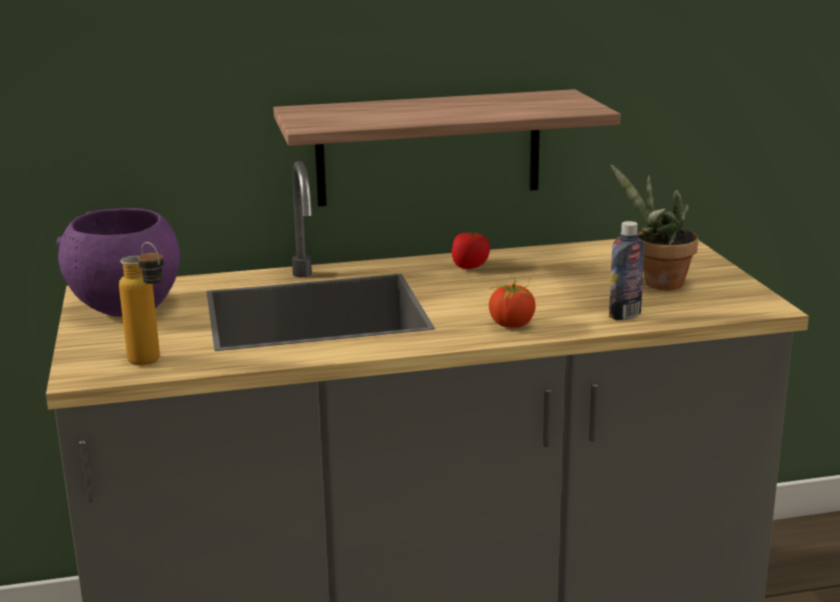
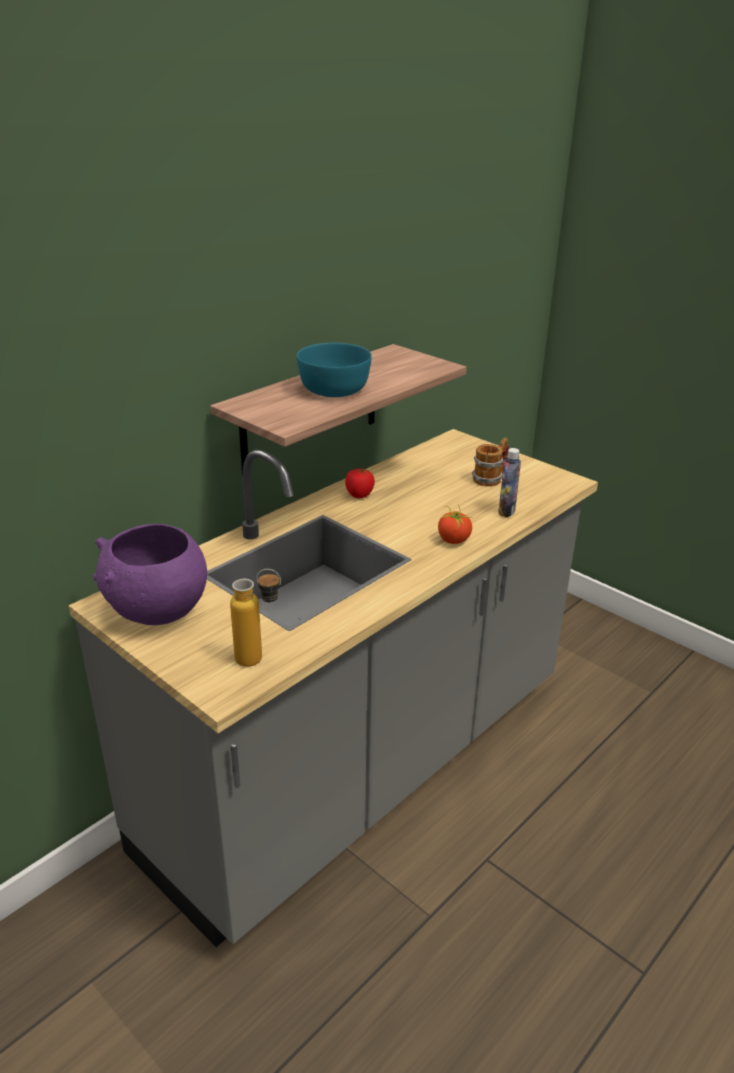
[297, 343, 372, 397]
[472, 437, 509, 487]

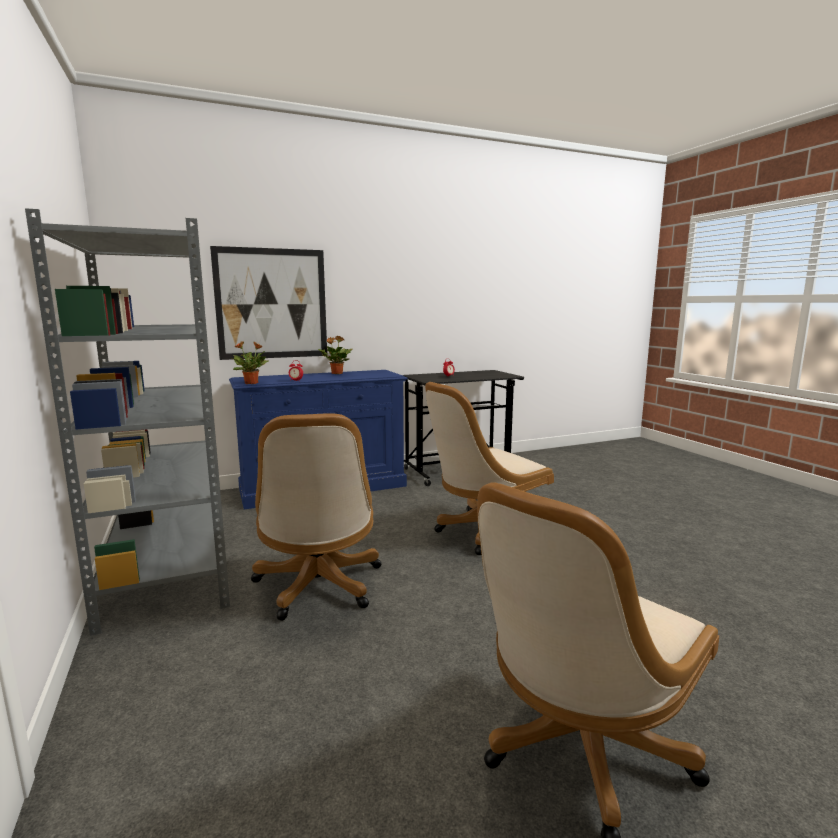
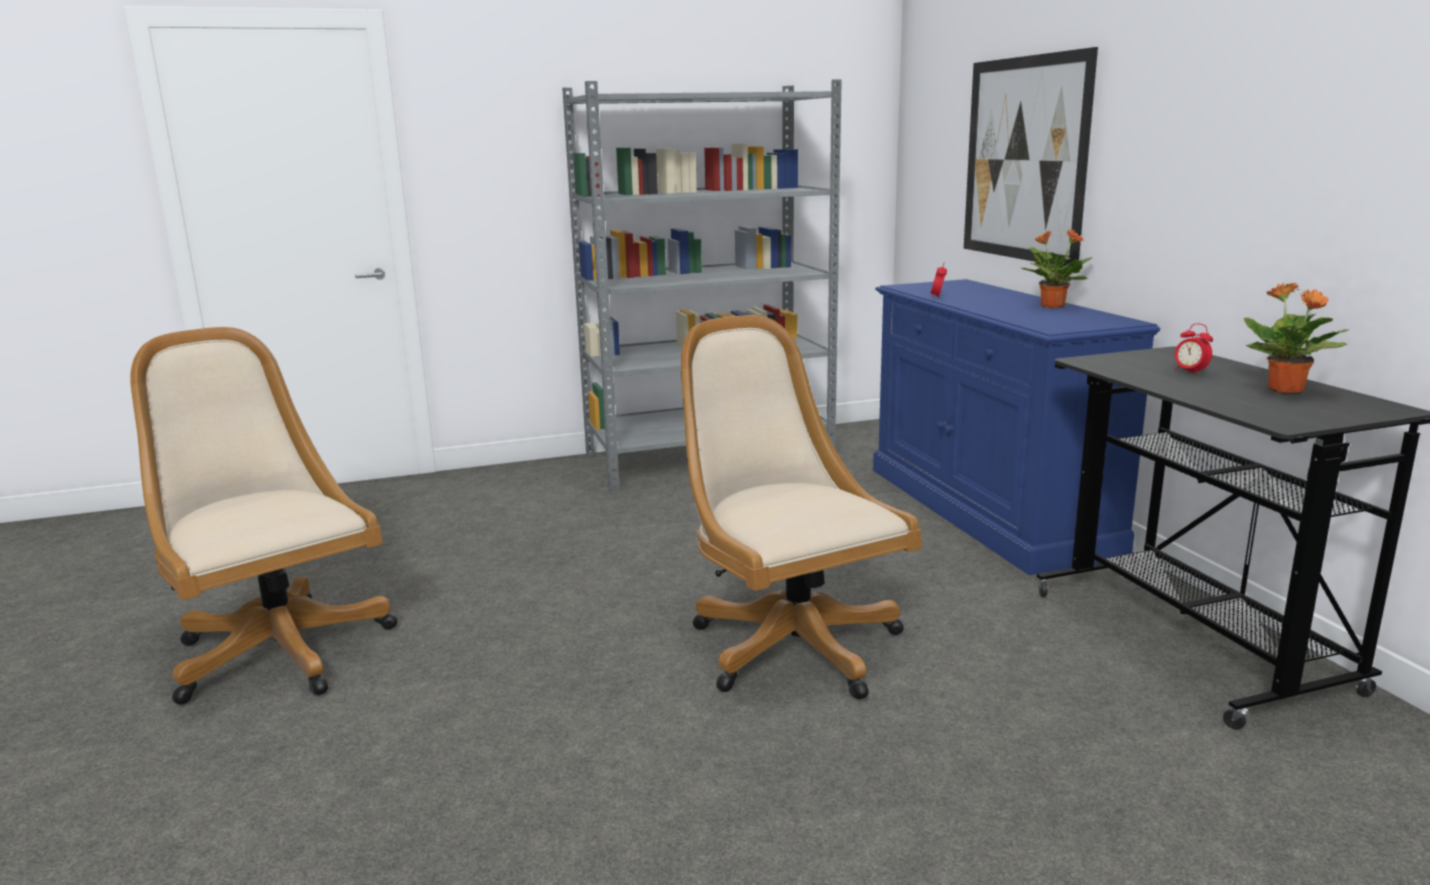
[251, 413, 381, 621] (first image)
[1244, 283, 1350, 393]

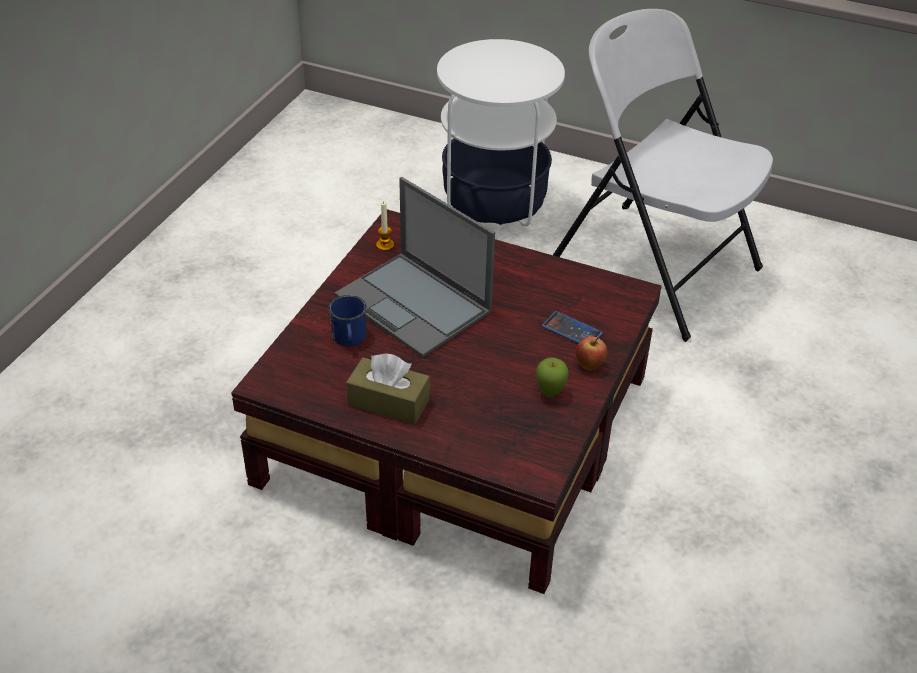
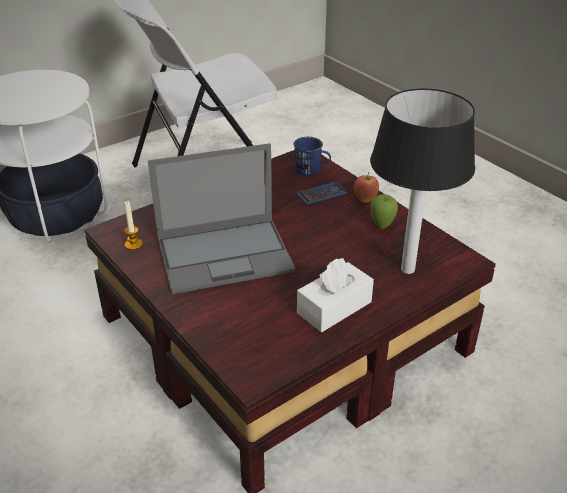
[370, 88, 475, 274]
[293, 137, 331, 176]
[297, 258, 374, 332]

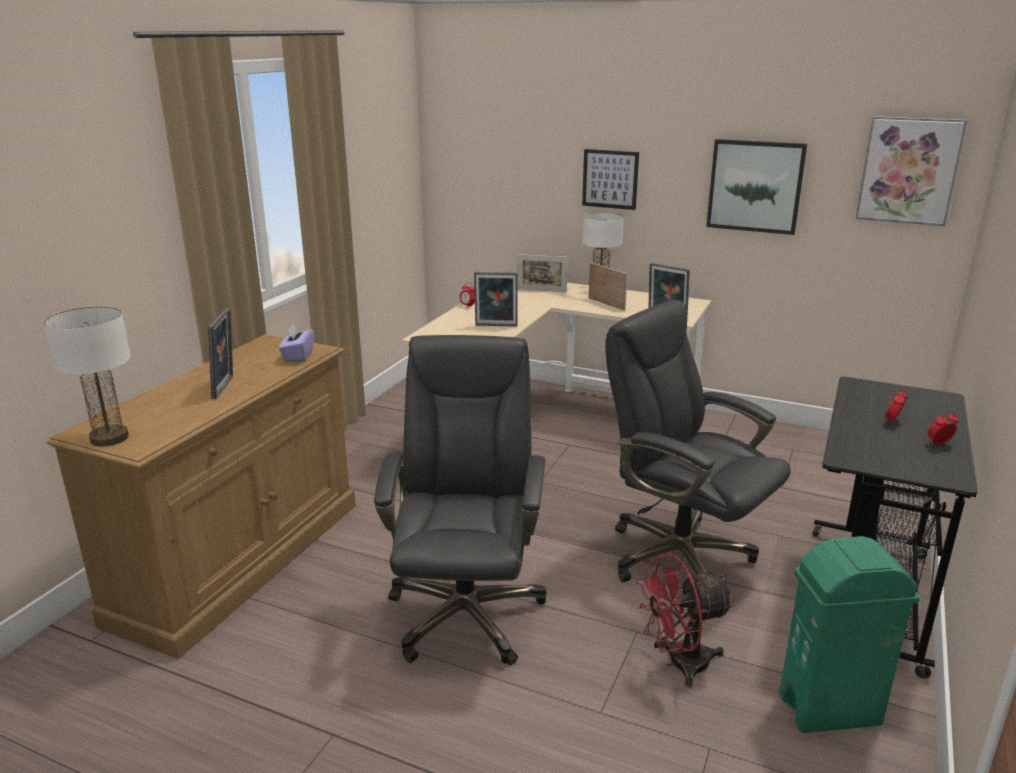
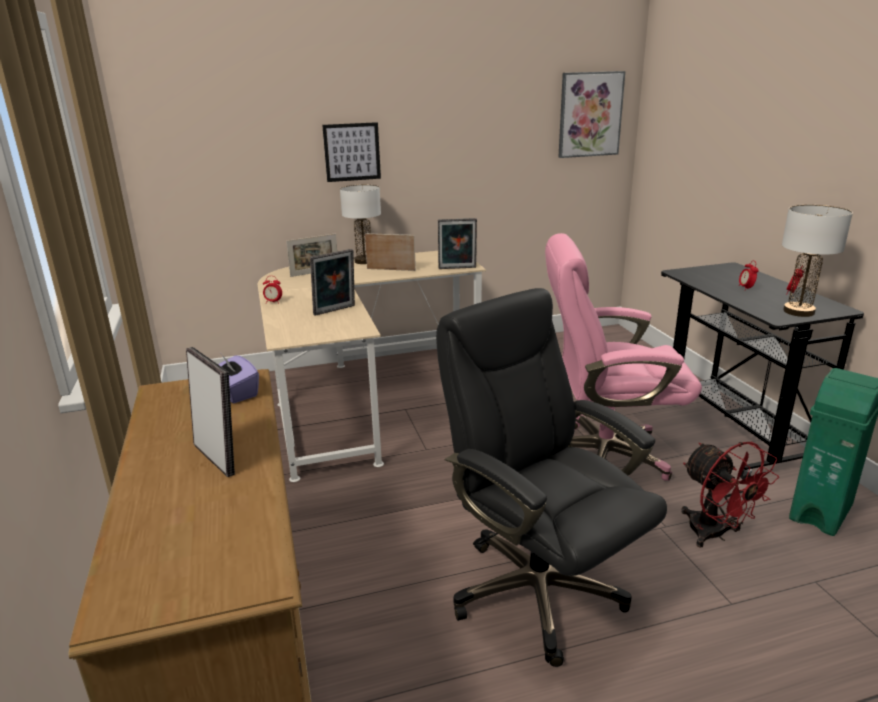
[706, 139, 807, 235] (first image)
[782, 205, 853, 317]
[545, 233, 702, 481]
[681, 442, 779, 547]

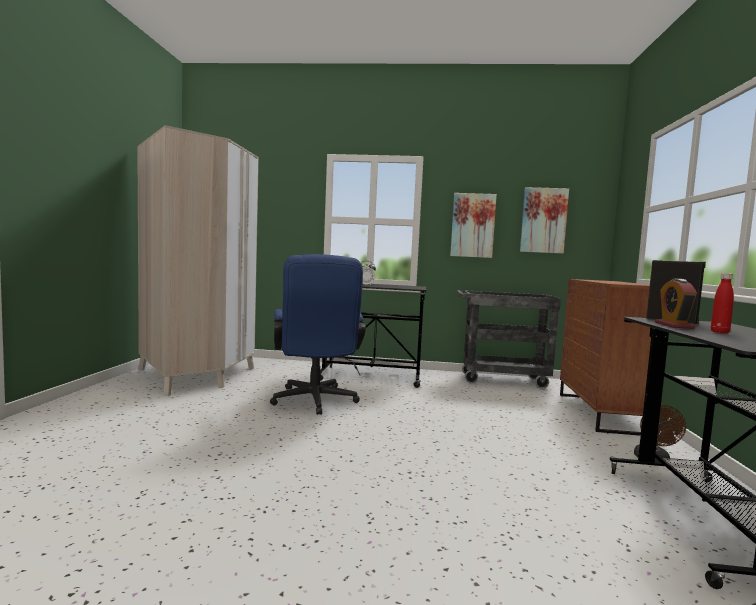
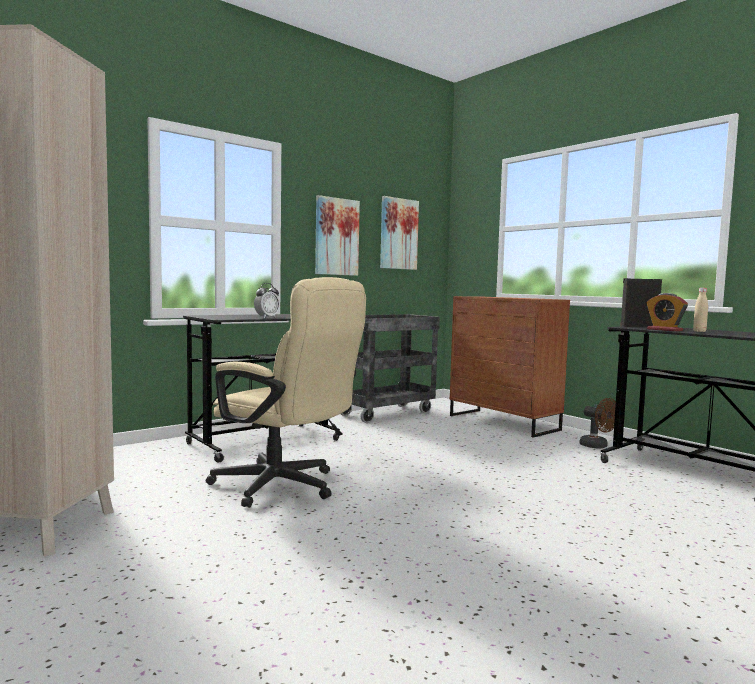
[206, 277, 366, 508]
[693, 288, 708, 332]

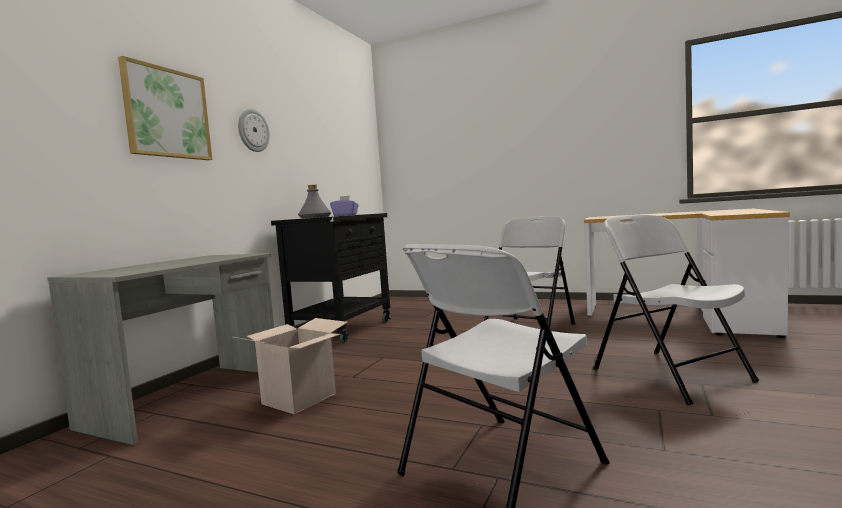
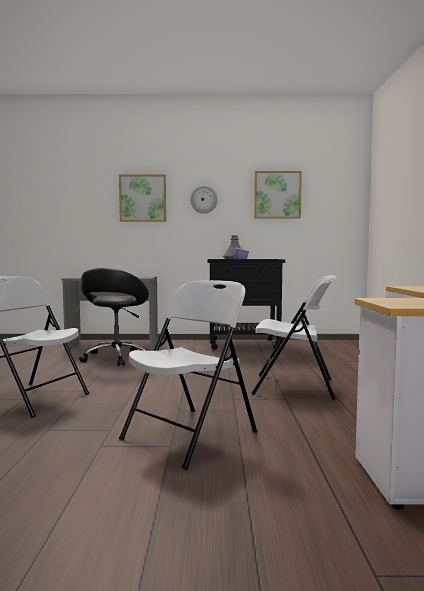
[254, 171, 302, 219]
[79, 267, 149, 366]

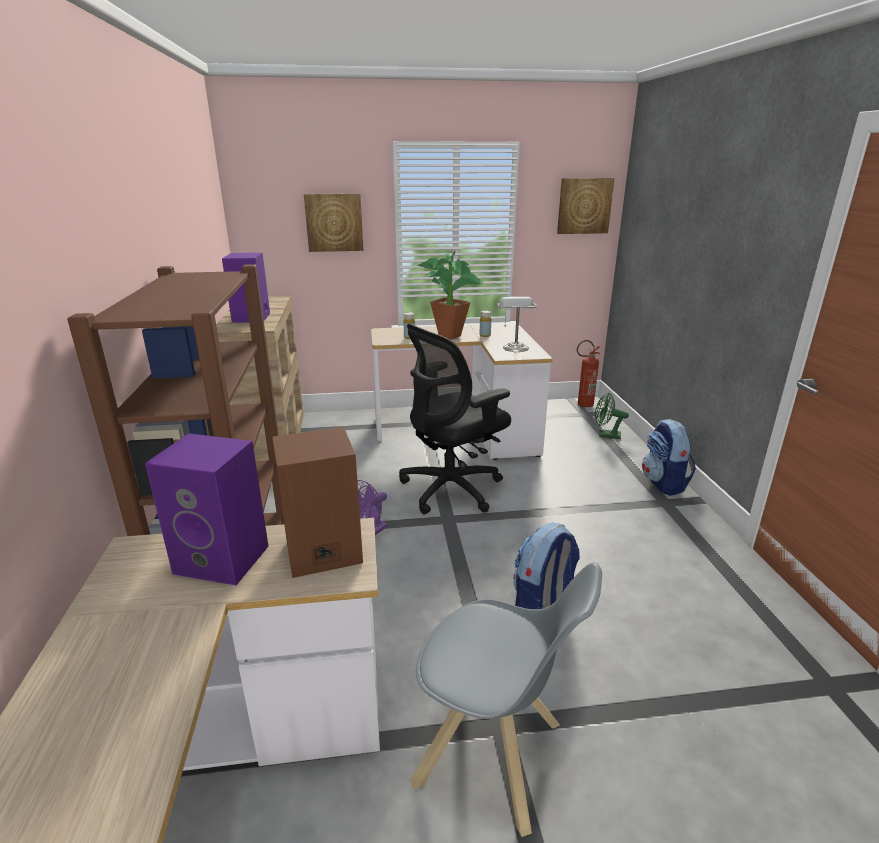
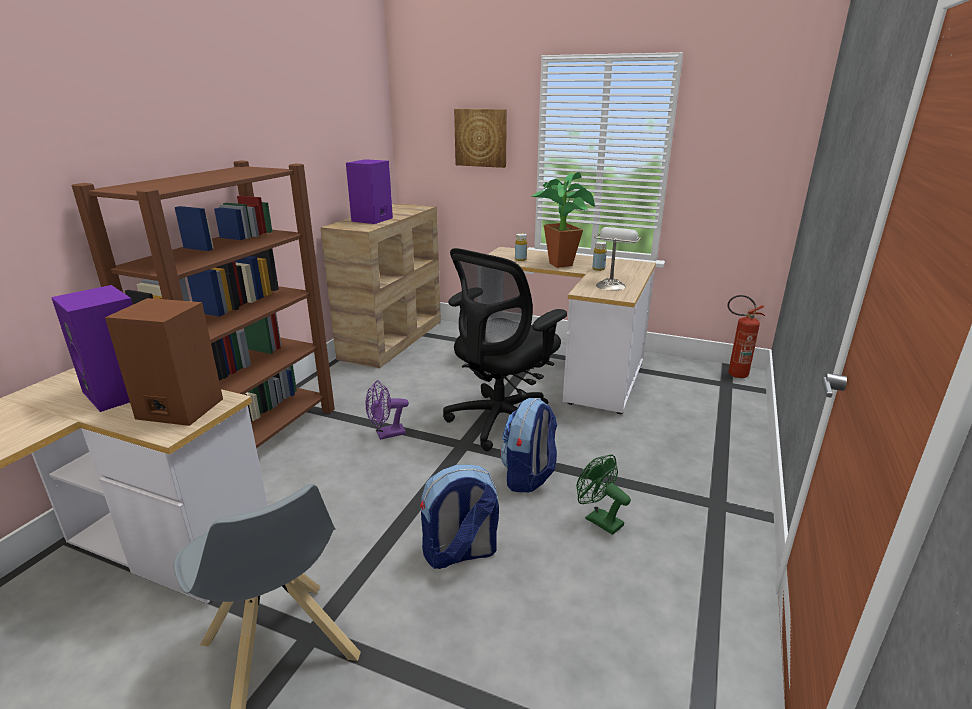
[557, 178, 615, 234] (first image)
[577, 455, 631, 535]
[500, 398, 557, 493]
[443, 248, 567, 451]

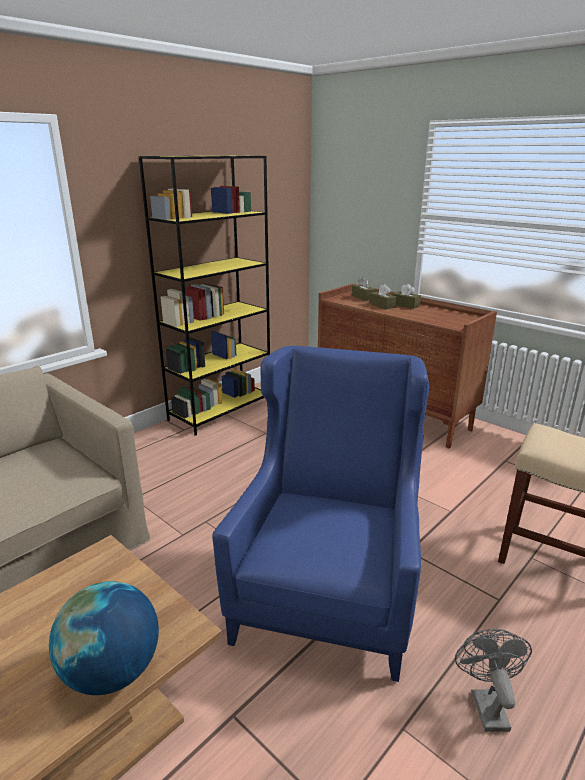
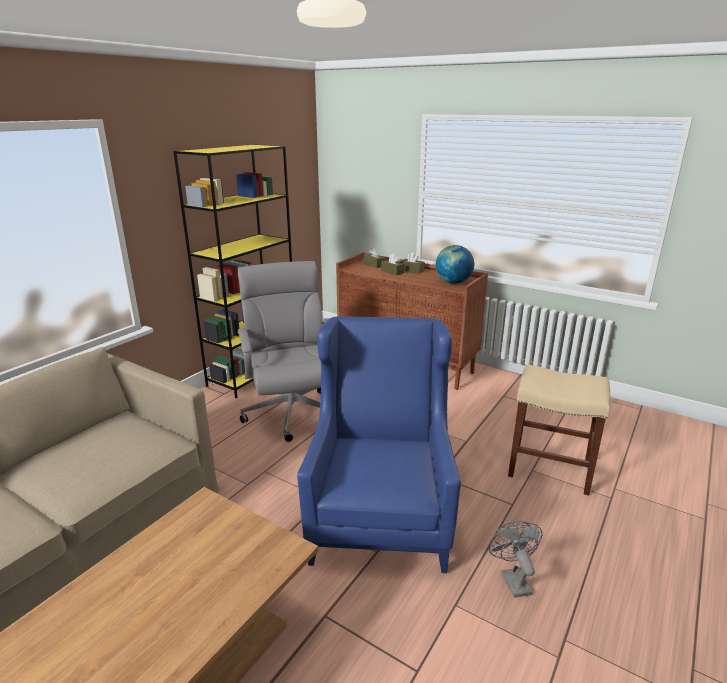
[237, 261, 330, 442]
[435, 245, 474, 284]

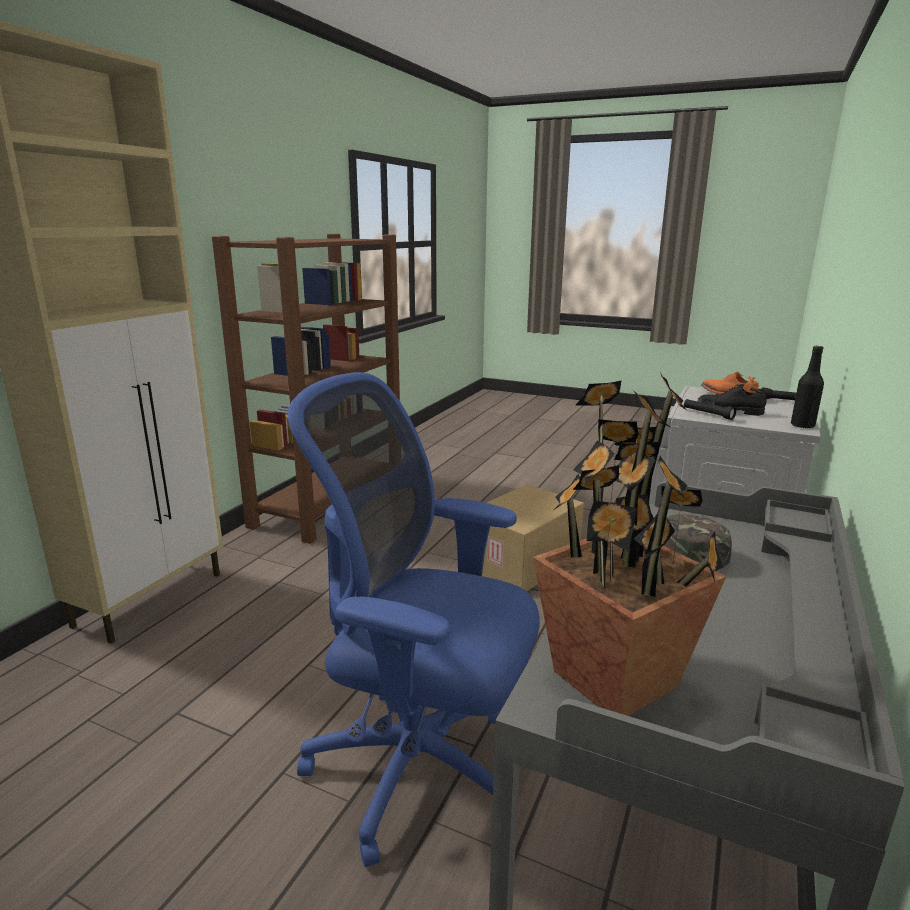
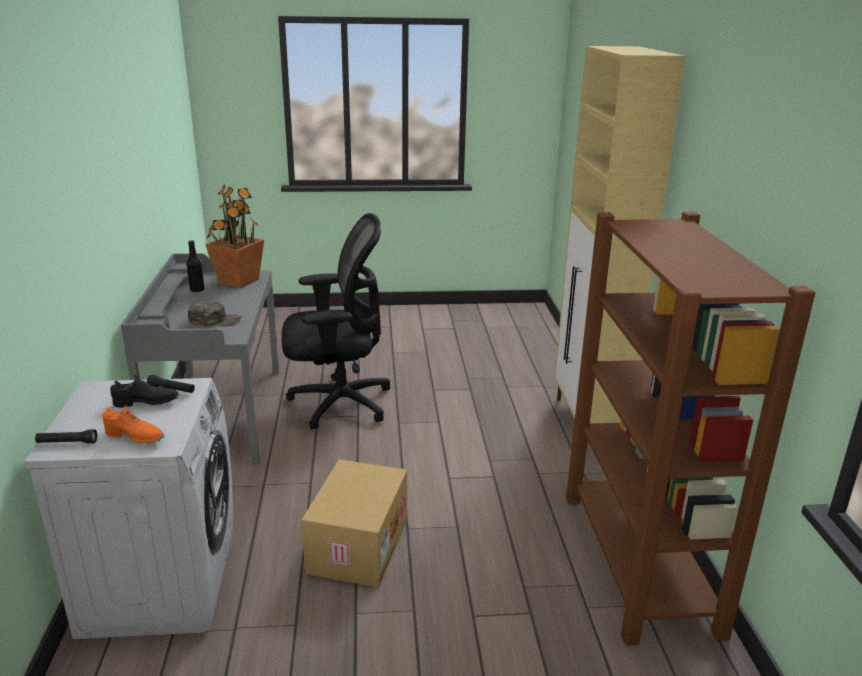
[187, 240, 205, 292]
[282, 213, 390, 429]

